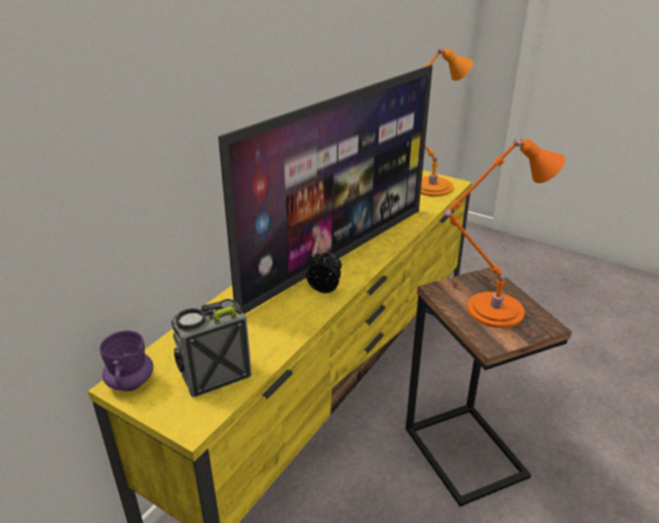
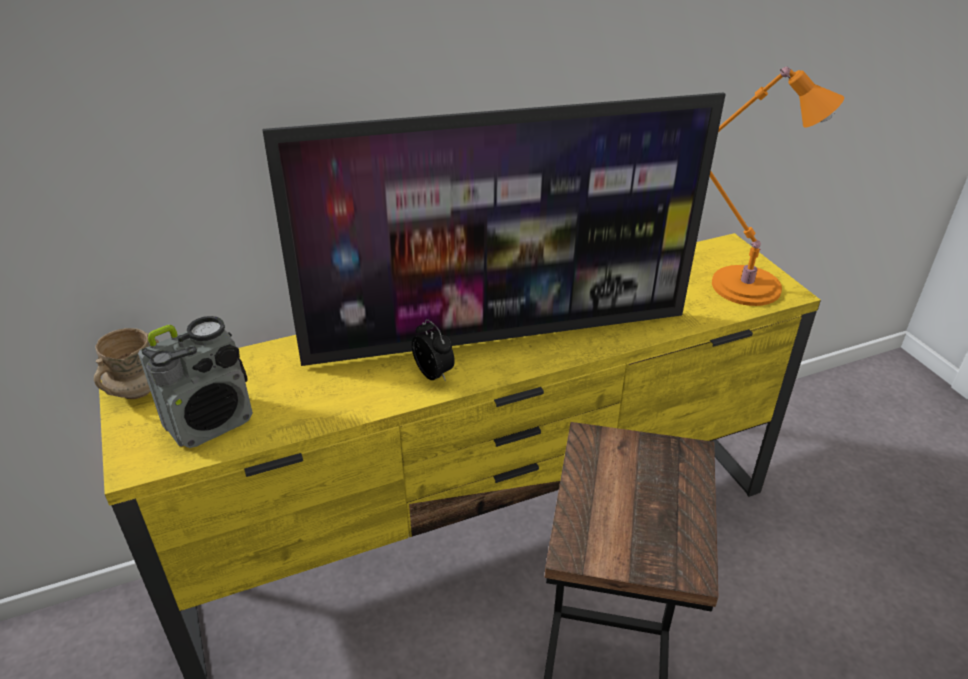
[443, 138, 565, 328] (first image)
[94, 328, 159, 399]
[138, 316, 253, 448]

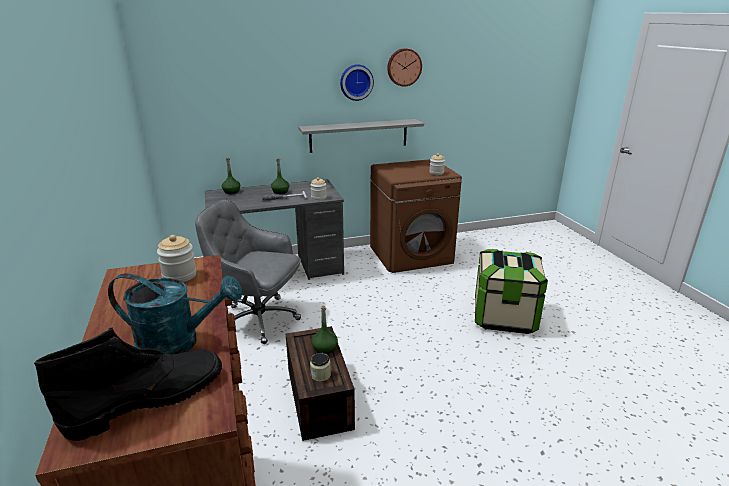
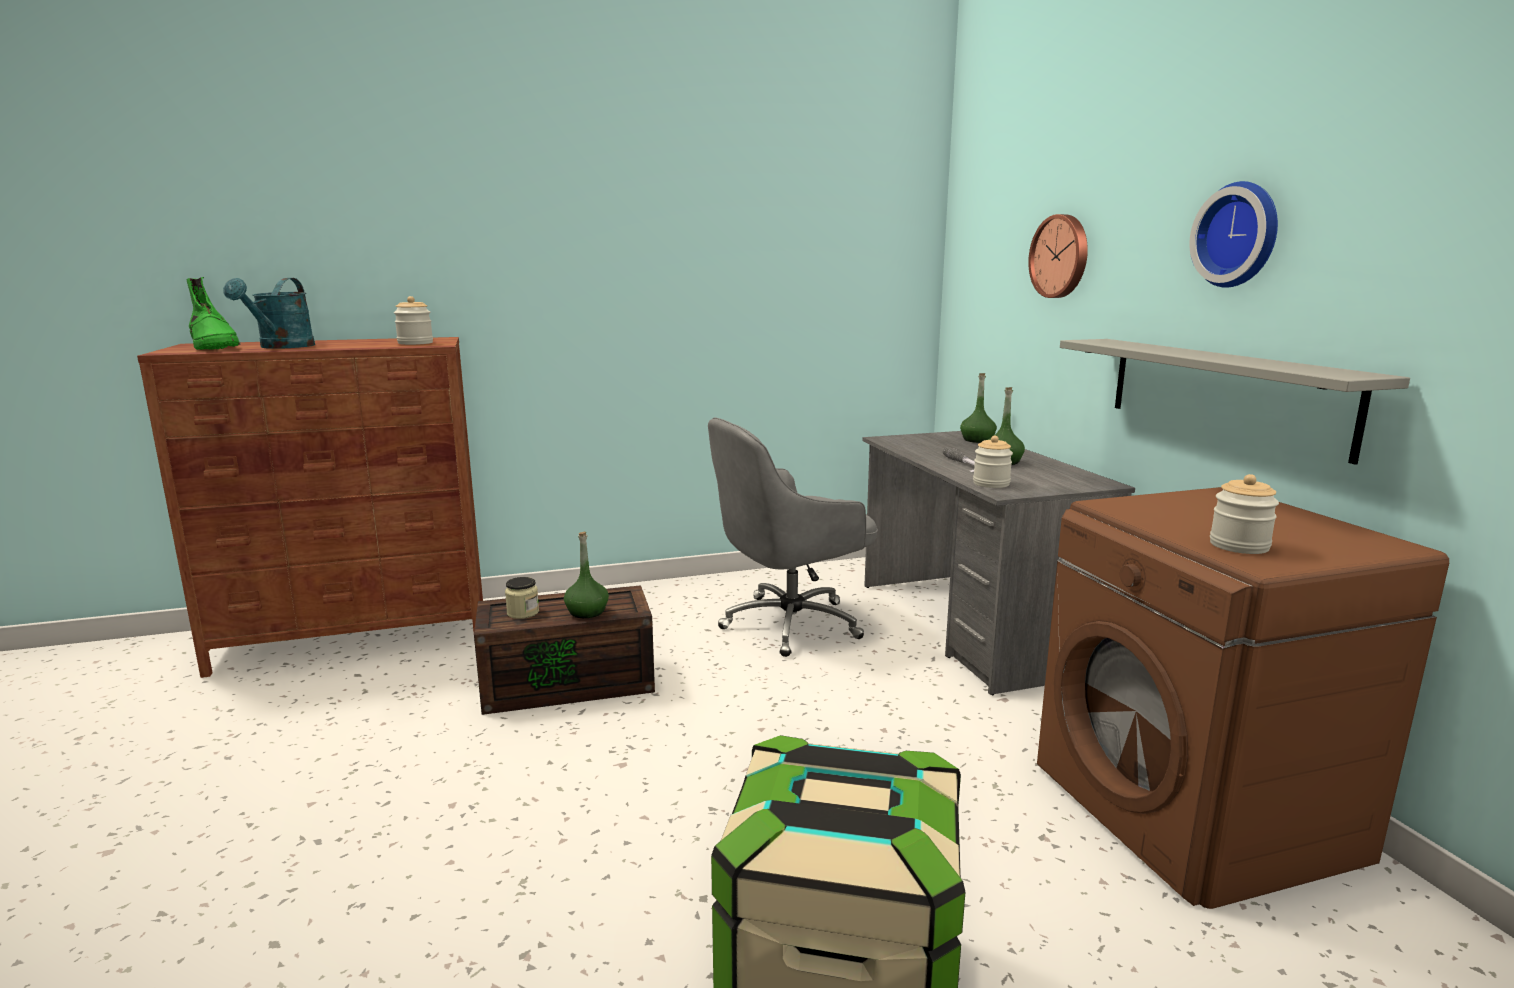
[1028, 214, 1088, 298]
[186, 277, 241, 350]
[708, 417, 878, 657]

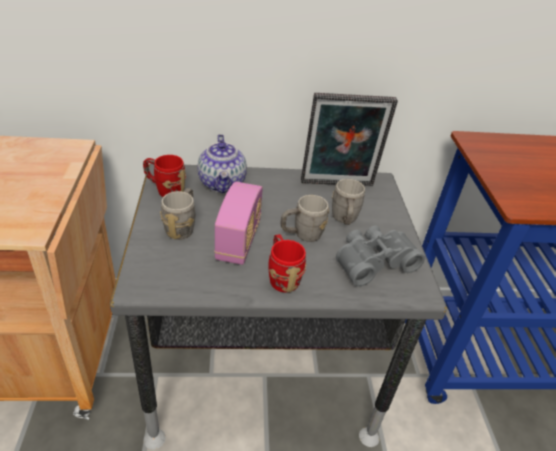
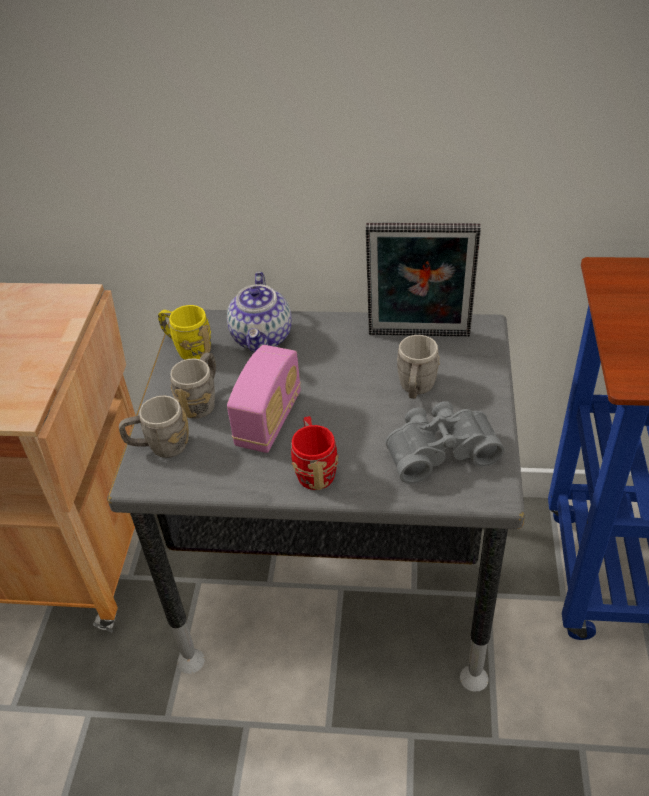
[119, 395, 189, 458]
[158, 305, 211, 360]

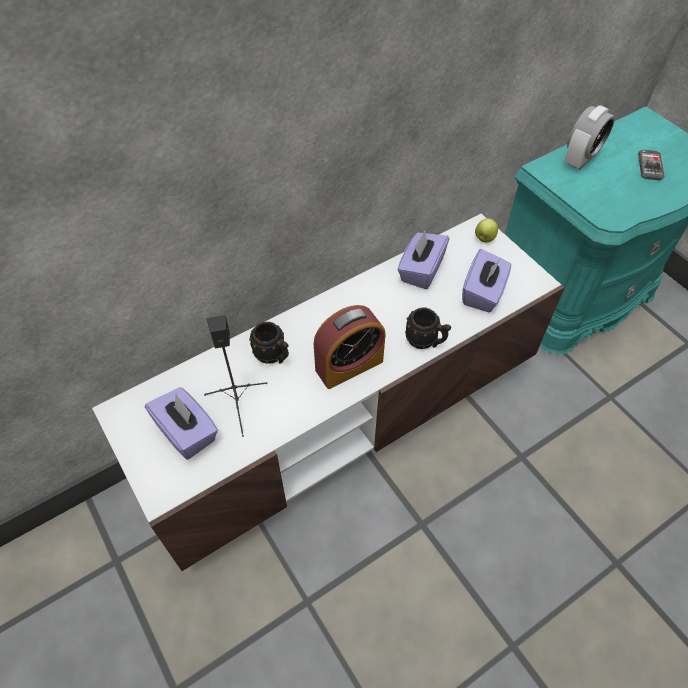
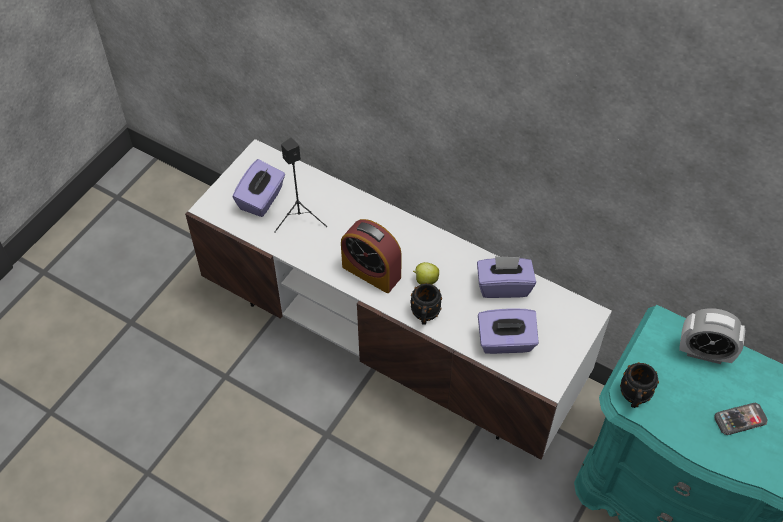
[620, 362, 659, 408]
[413, 262, 439, 285]

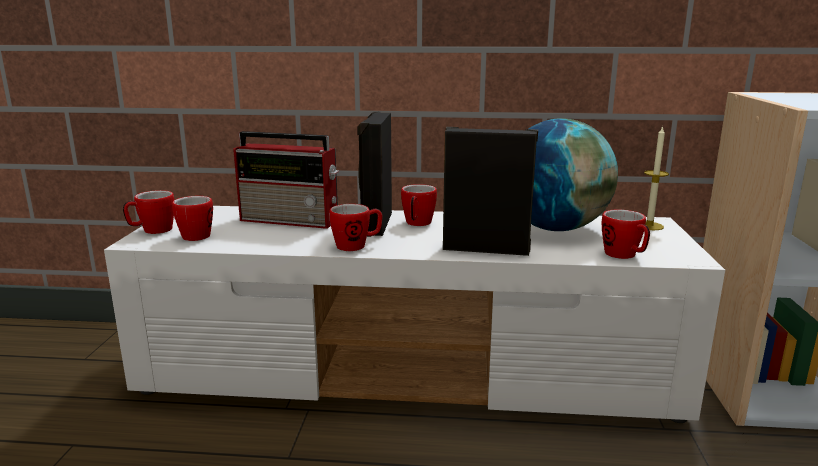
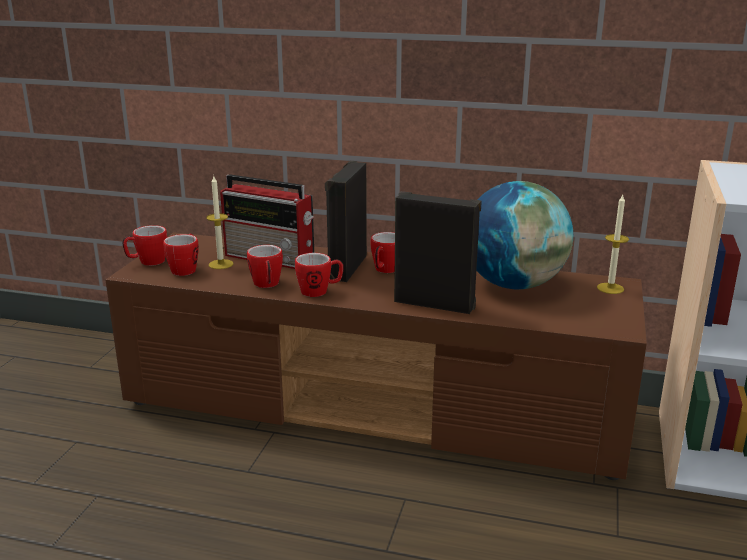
[206, 176, 233, 269]
[247, 245, 283, 288]
[106, 232, 647, 480]

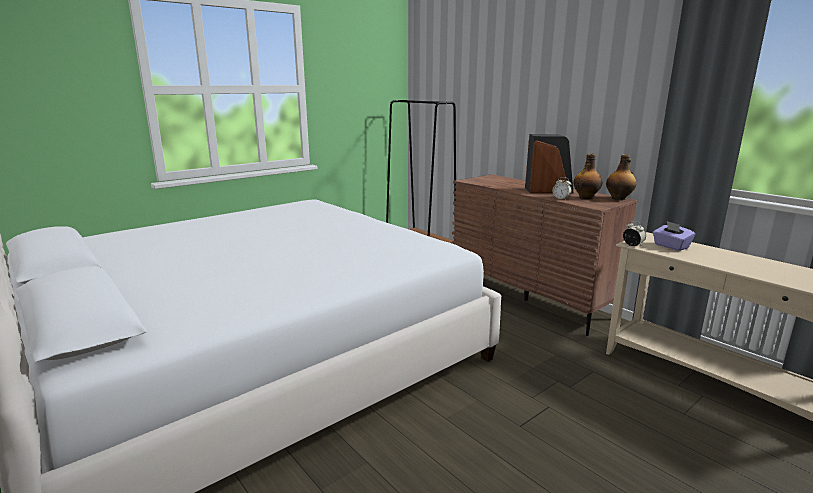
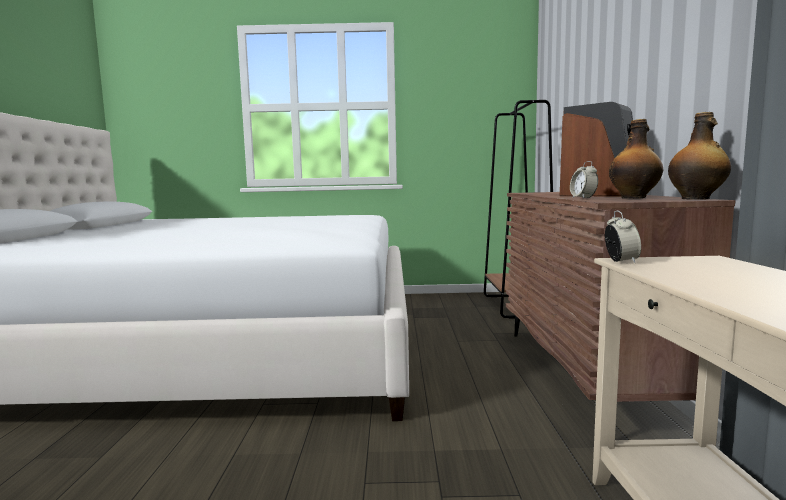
[653, 221, 695, 251] (first image)

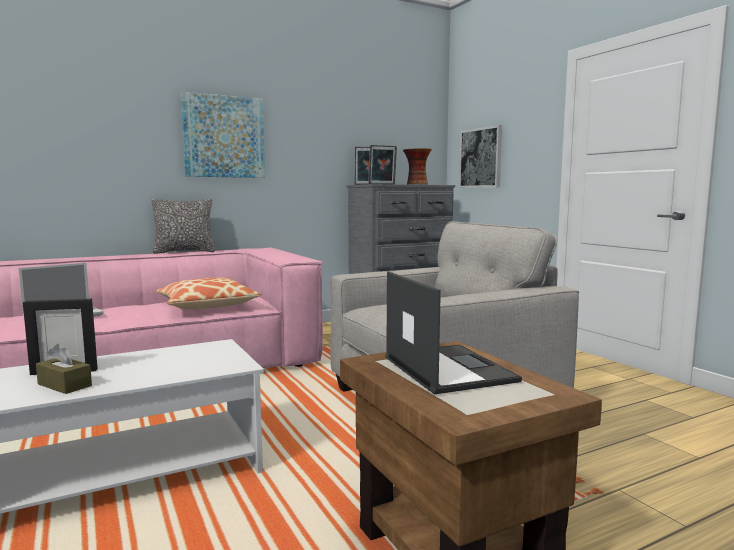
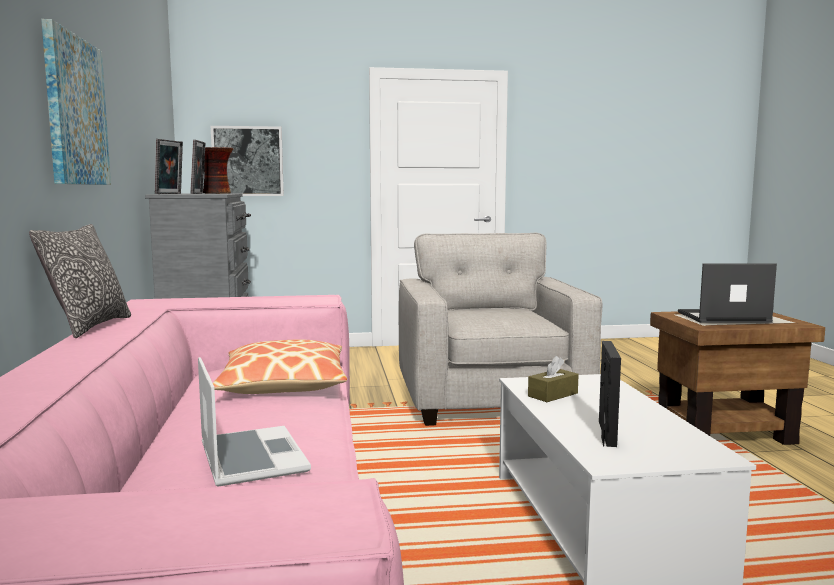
[528, 356, 579, 402]

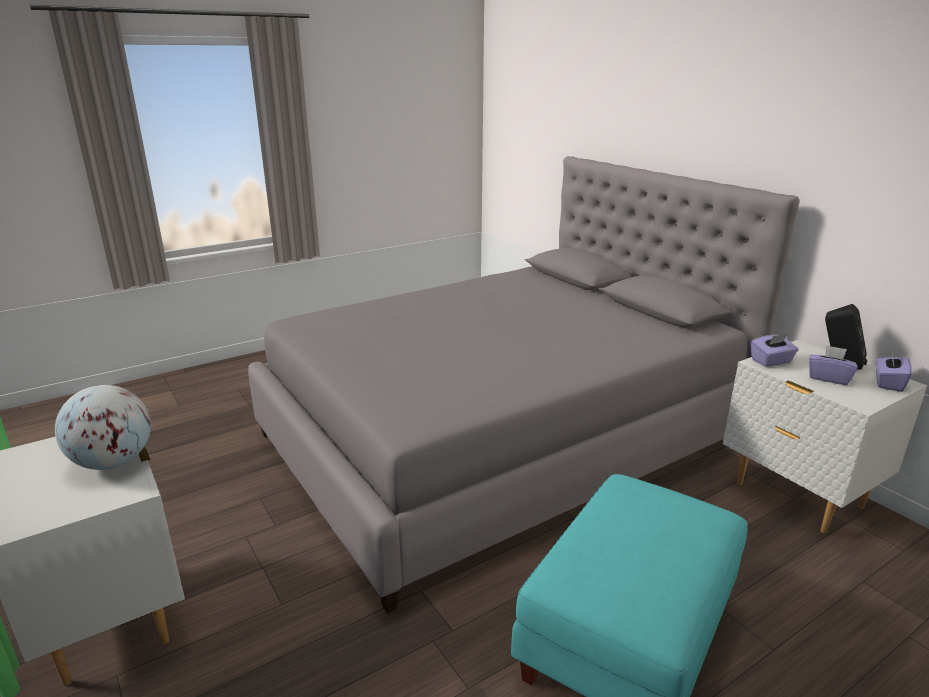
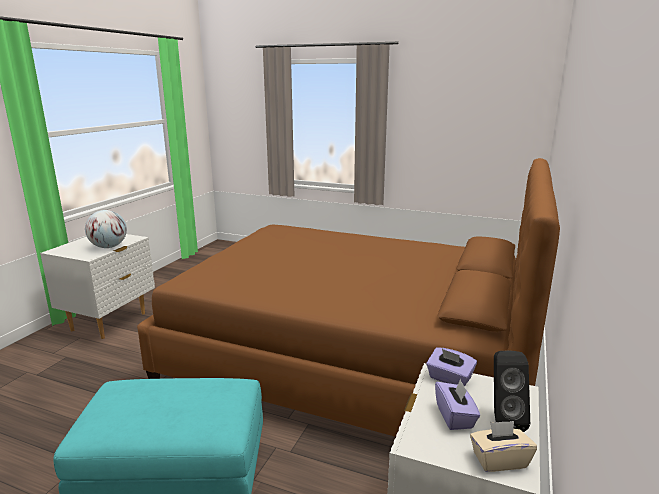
[137, 158, 560, 437]
[470, 421, 537, 472]

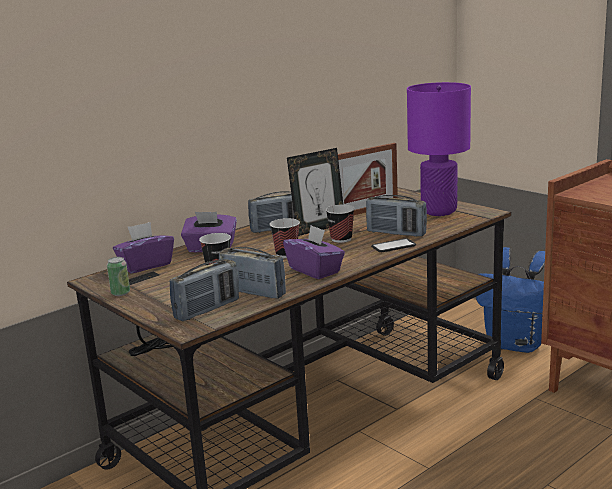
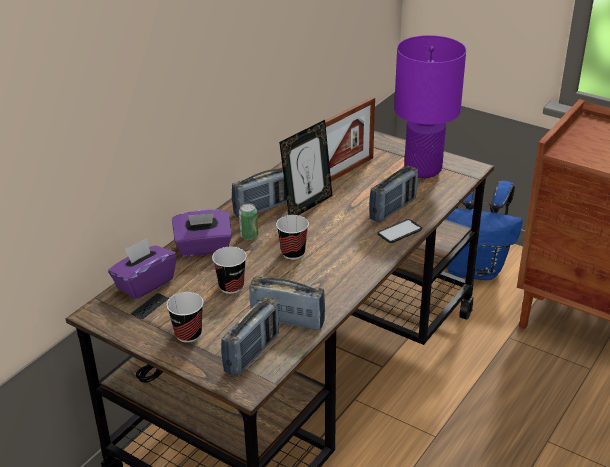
[283, 225, 345, 279] (first image)
[239, 203, 258, 240]
[166, 292, 204, 343]
[369, 166, 418, 223]

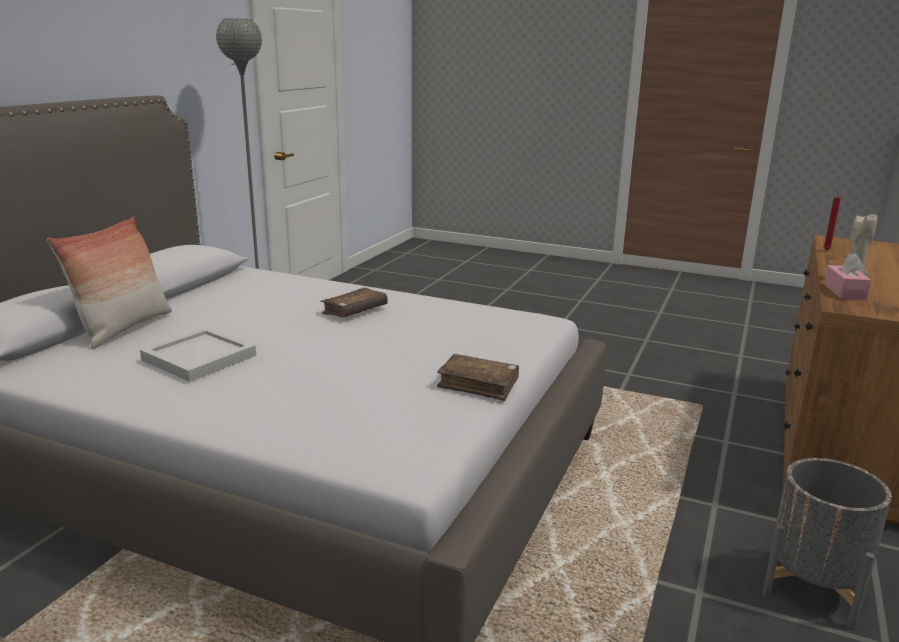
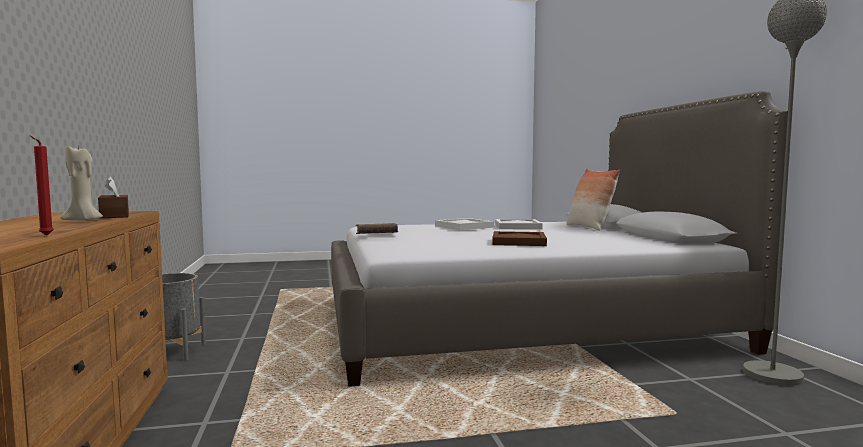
[435, 218, 494, 230]
[492, 231, 547, 246]
[98, 177, 129, 218]

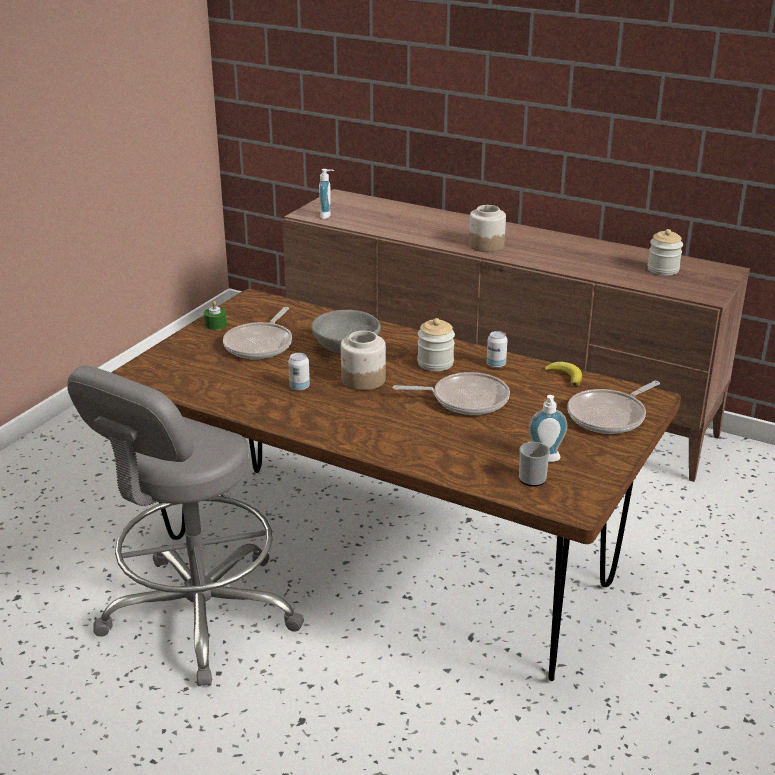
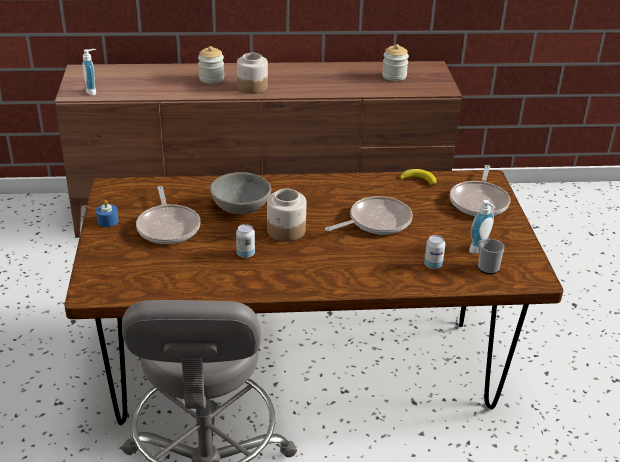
[198, 46, 224, 84]
[424, 235, 445, 269]
[96, 200, 119, 227]

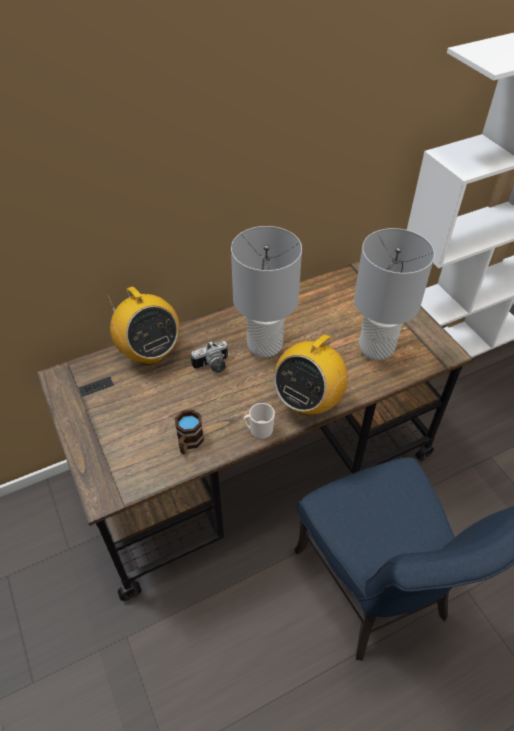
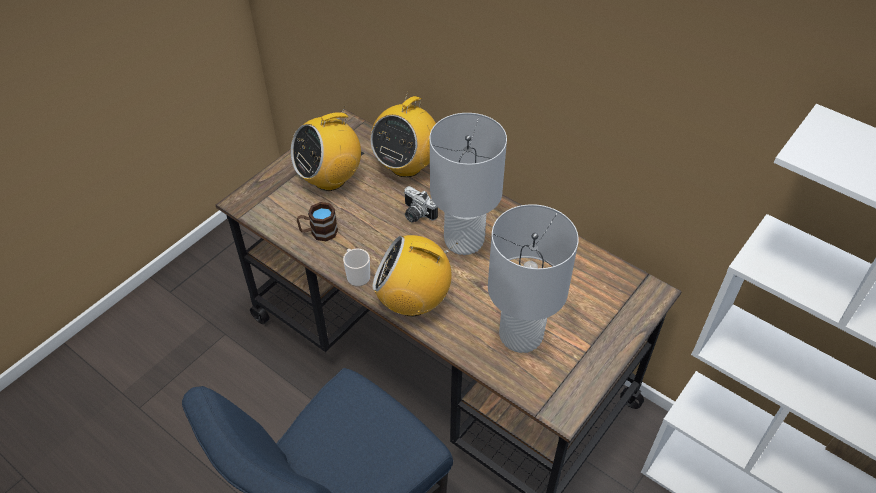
[291, 106, 361, 191]

